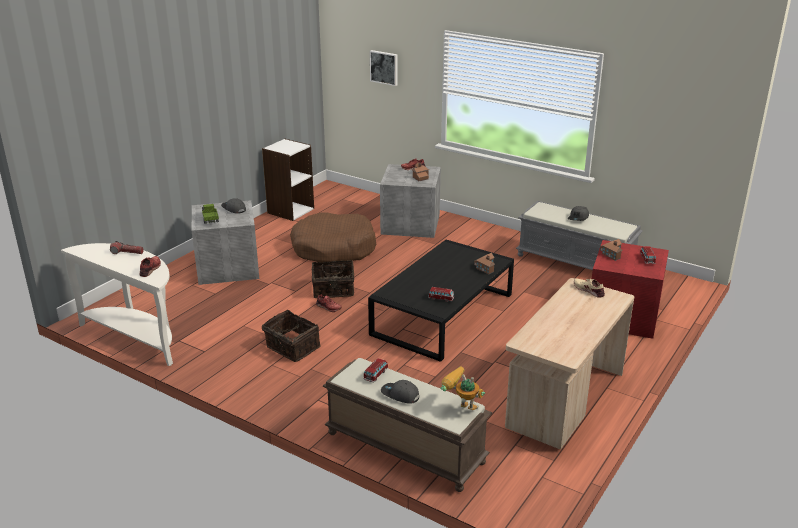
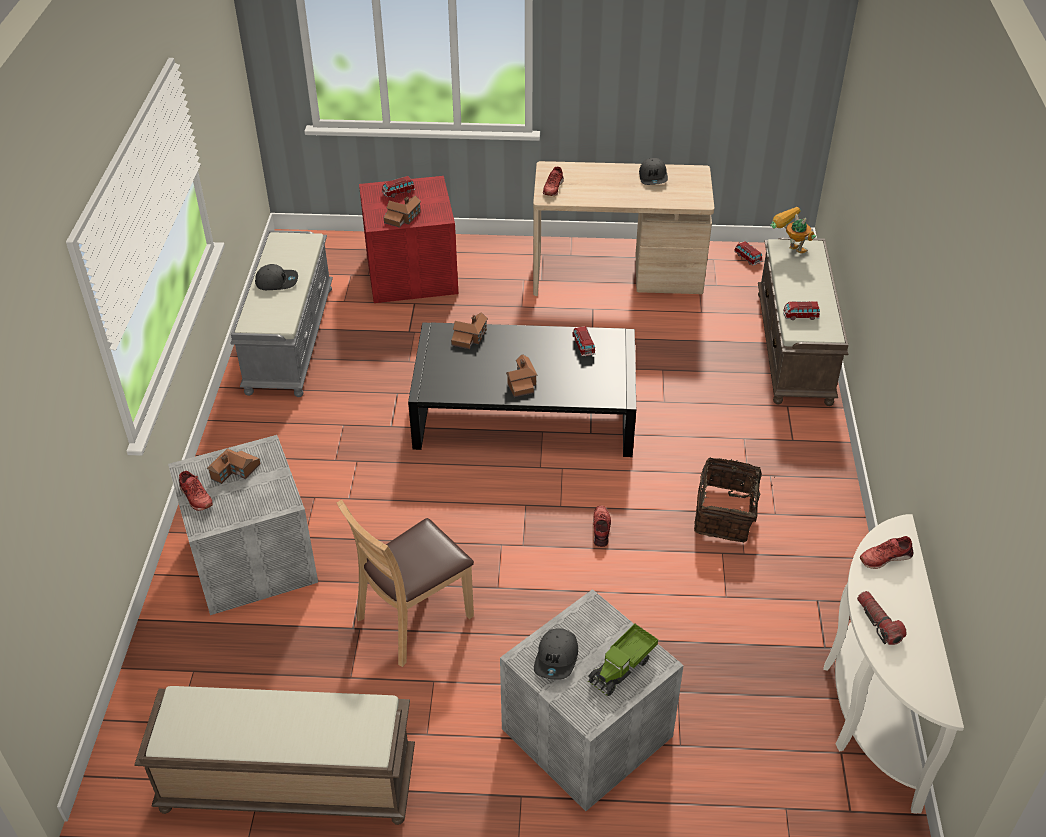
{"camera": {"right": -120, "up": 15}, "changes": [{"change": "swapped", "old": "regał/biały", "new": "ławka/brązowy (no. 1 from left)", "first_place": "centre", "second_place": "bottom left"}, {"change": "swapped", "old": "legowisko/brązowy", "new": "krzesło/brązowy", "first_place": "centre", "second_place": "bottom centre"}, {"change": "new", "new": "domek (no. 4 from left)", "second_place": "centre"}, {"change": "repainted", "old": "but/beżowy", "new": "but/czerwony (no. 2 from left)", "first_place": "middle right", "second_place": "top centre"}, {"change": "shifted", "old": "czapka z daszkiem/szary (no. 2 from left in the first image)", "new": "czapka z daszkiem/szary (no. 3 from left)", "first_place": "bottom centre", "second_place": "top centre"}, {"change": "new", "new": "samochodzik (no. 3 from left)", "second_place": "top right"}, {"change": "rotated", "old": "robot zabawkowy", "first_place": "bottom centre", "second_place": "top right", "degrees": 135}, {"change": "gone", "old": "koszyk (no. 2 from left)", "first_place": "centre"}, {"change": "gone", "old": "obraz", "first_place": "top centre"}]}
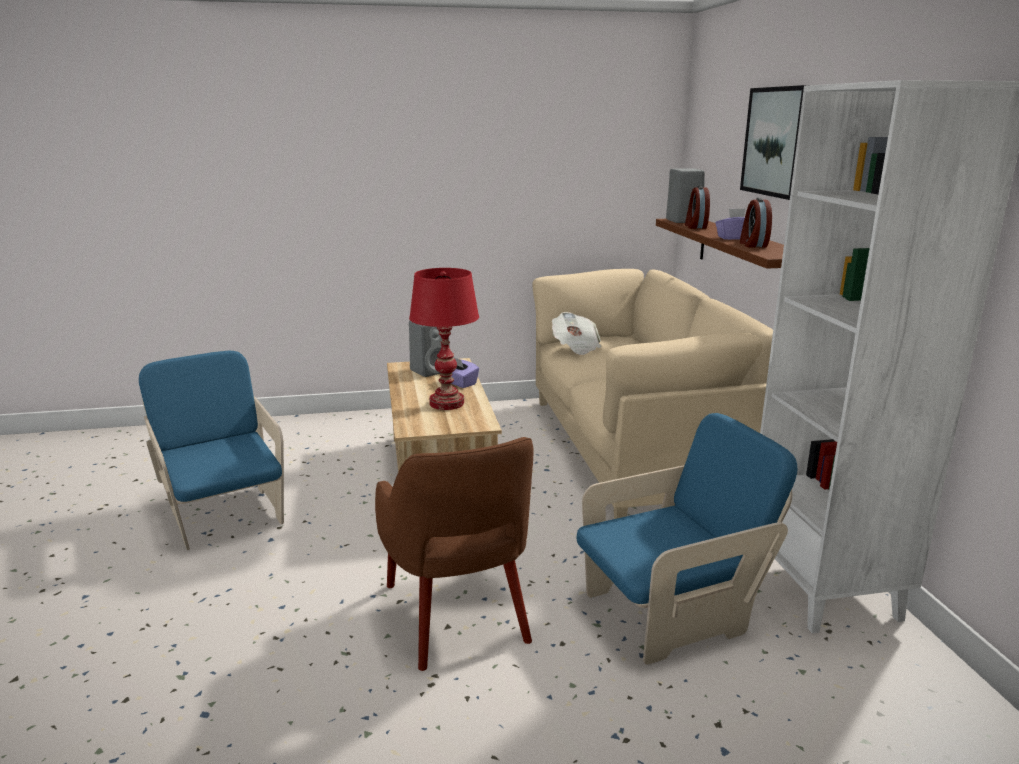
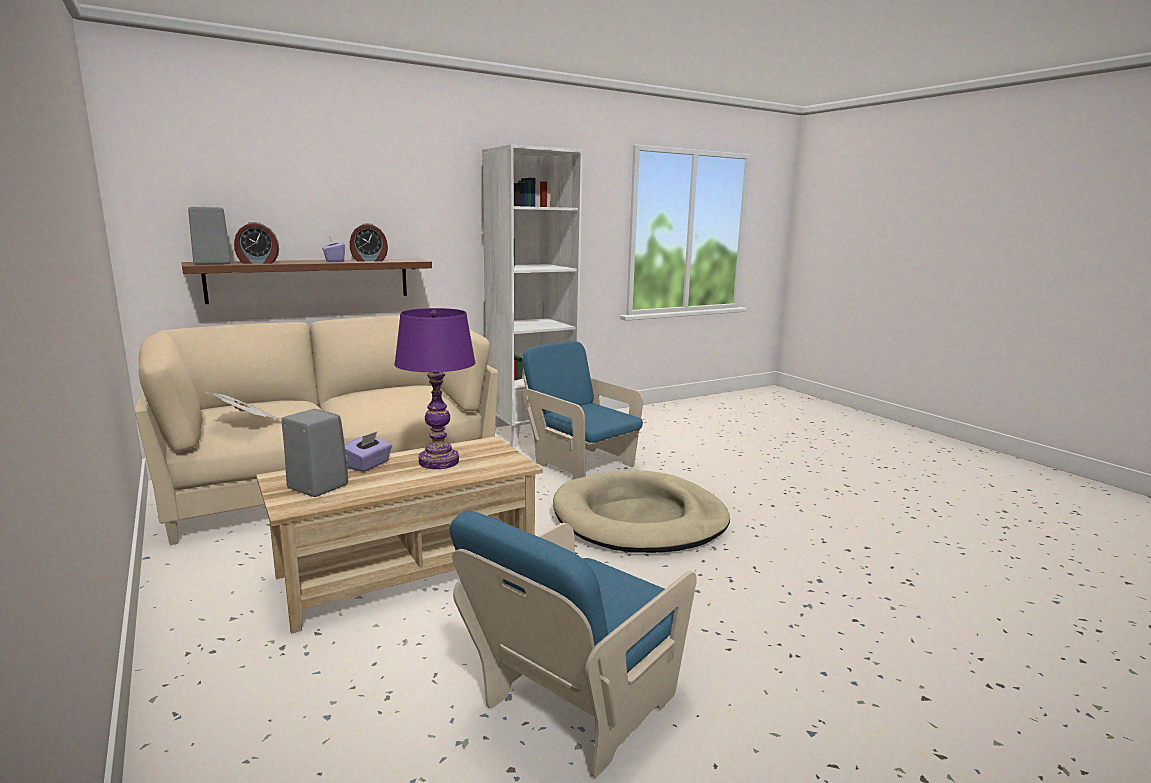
{"camera": {"right": -110, "up": -5}, "changes": [{"change": "repainted", "old": "lampa stołowa/czerwony", "new": "lampa stołowa/fioletowy", "first_place": "centre", "second_place": "centre"}, {"change": "swapped", "old": "fotel/brązowy", "new": "legowisko/beżowy", "first_place": "bottom centre", "second_place": "centre"}, {"change": "gone", "old": "obraz", "first_place": "top right"}]}
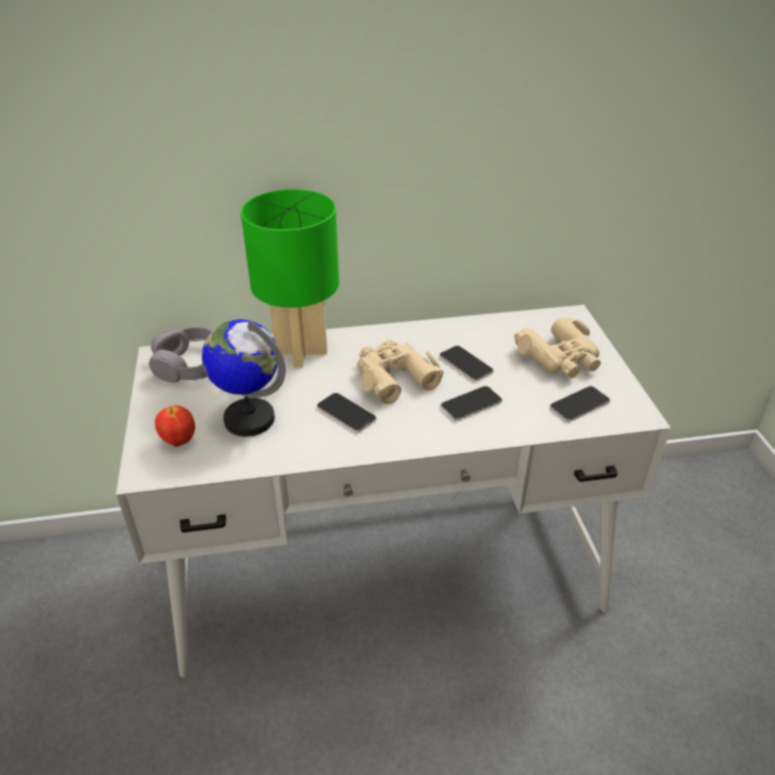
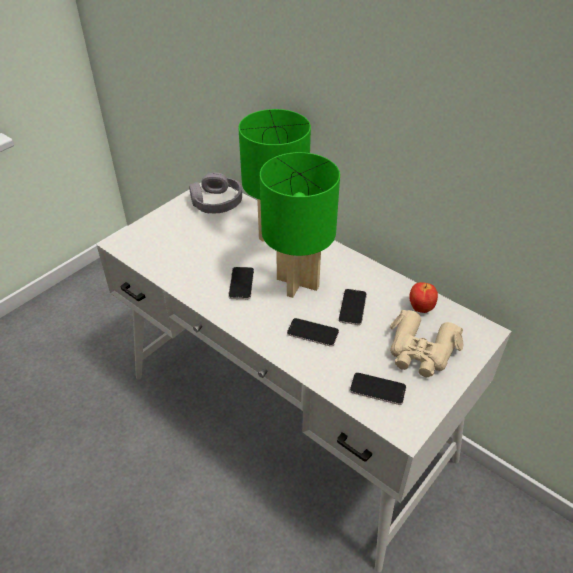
{"camera": {"right": 50, "up": 5}, "changes": [{"change": "swapped", "old": "lornetka/beżowy (no. 1 from left)", "new": "lampa stołowa/zielony (no. 2 from left)", "first_place": "centre", "second_place": "centre"}, {"change": "shifted", "old": "jabłko", "first_place": "middle left", "second_place": "middle right"}, {"change": "gone", "old": "globus", "first_place": "middle left"}]}
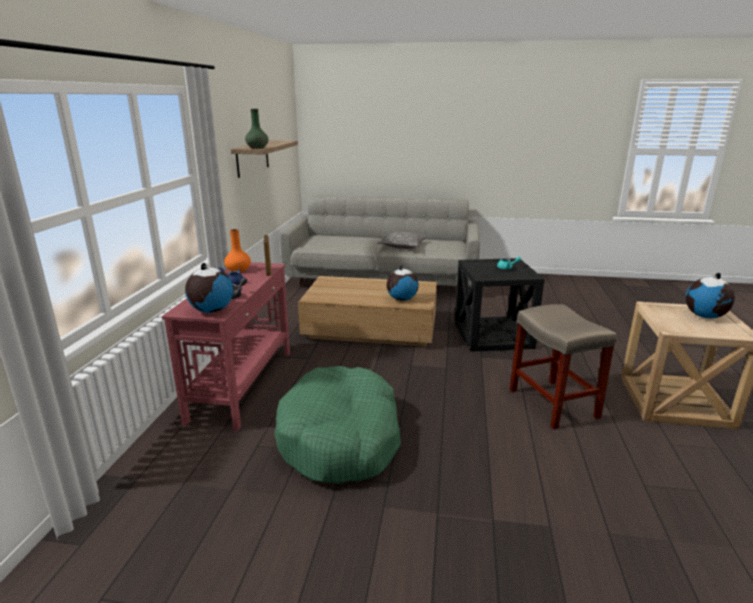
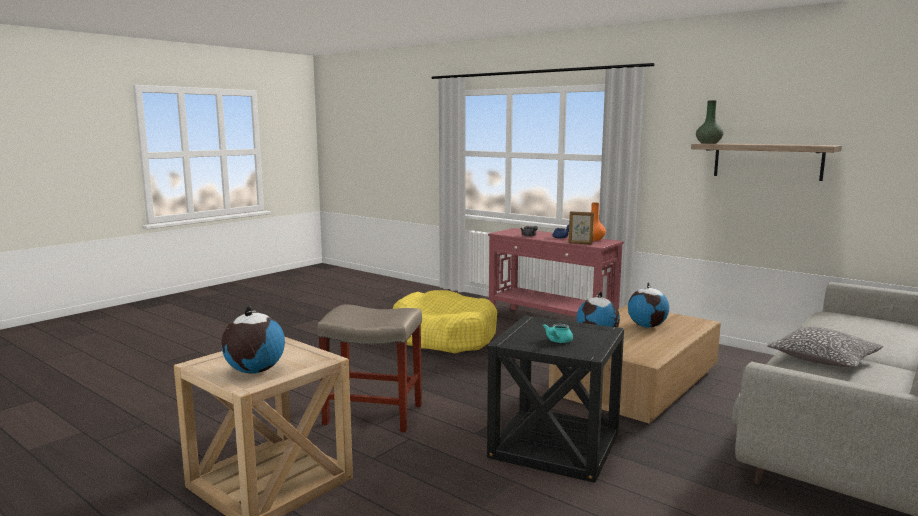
{"camera": {"right": 120, "up": -10}, "changes": [{"change": "repainted", "old": "legowisko/zielony", "new": "legowisko/żółty", "first_place": "bottom centre", "second_place": "centre"}, {"change": "shifted", "old": "globus (no. 1 from left in the first image)", "new": "globus (no. 3 from left)", "first_place": "middle left", "second_place": "middle right"}]}
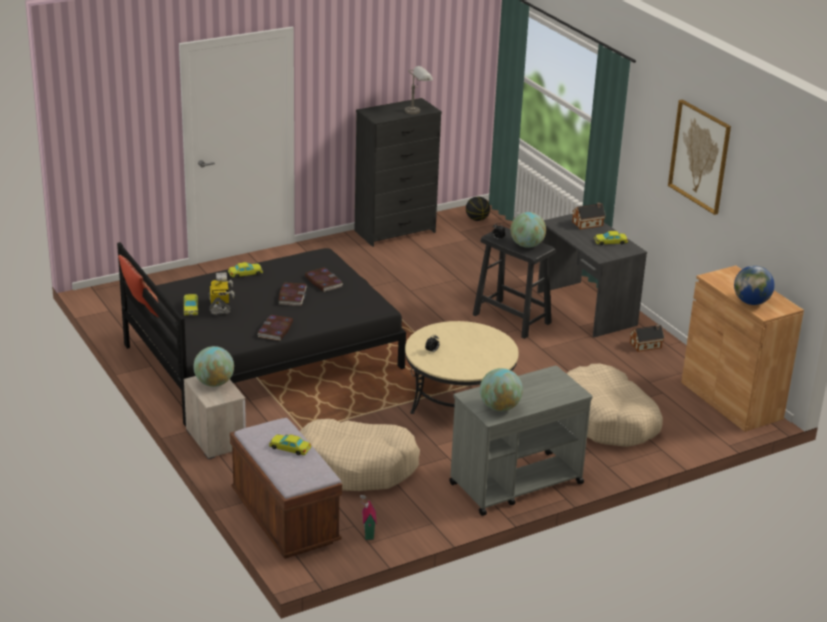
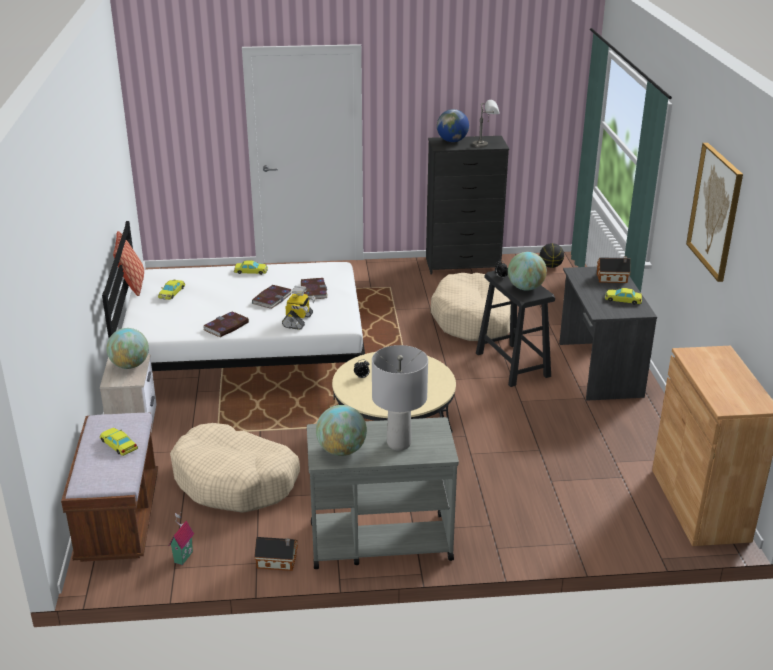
{"camera": {"right": 25, "up": 0}, "changes": [{"change": "repainted", "old": "łóżko/czarny", "new": "łóżko/biały", "first_place": "middle left", "second_place": "middle left"}, {"change": "shifted", "old": "domek (no. 3 from left in the first image)", "new": "domek (no. 2 from left)", "first_place": "middle right", "second_place": "bottom centre"}, {"change": "shifted", "old": "robot zabawkowy", "first_place": "middle left", "second_place": "centre"}, {"change": "new", "new": "lampa stołowa/szary (no. 1 from left)", "second_place": "centre"}, {"change": "shifted", "old": "legowisko/beżowy (no. 2 from left)", "first_place": "middle right", "second_place": "centre"}, {"change": "shifted", "old": "globus (no. 4 from left in the first image)", "new": "globus (no. 3 from left)", "first_place": "middle right", "second_place": "top centre"}]}
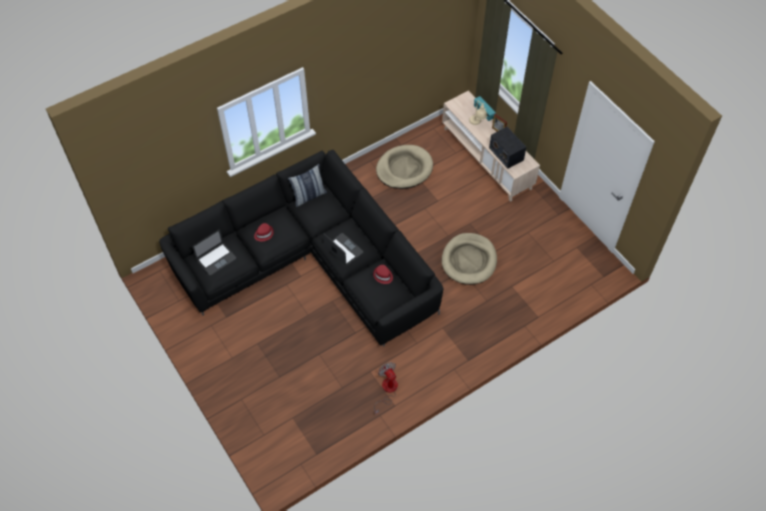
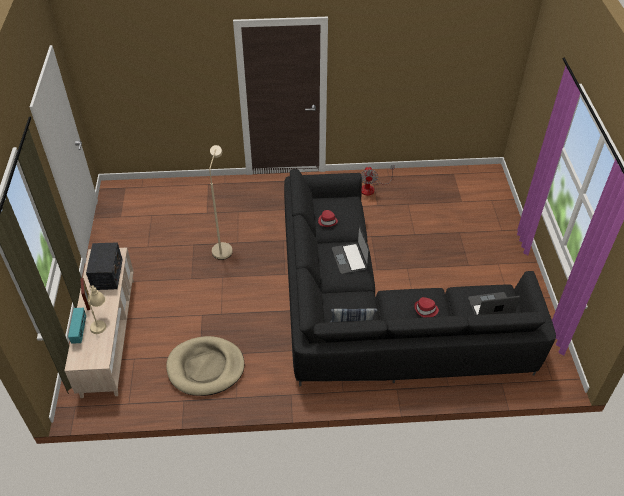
{"camera": {"right": -150, "up": -10}, "changes": [{"change": "swapped", "old": "legowisko/beżowy (no. 2 from left)", "new": "lampa stojąca/beżowy", "first_place": "centre", "second_place": "centre"}]}
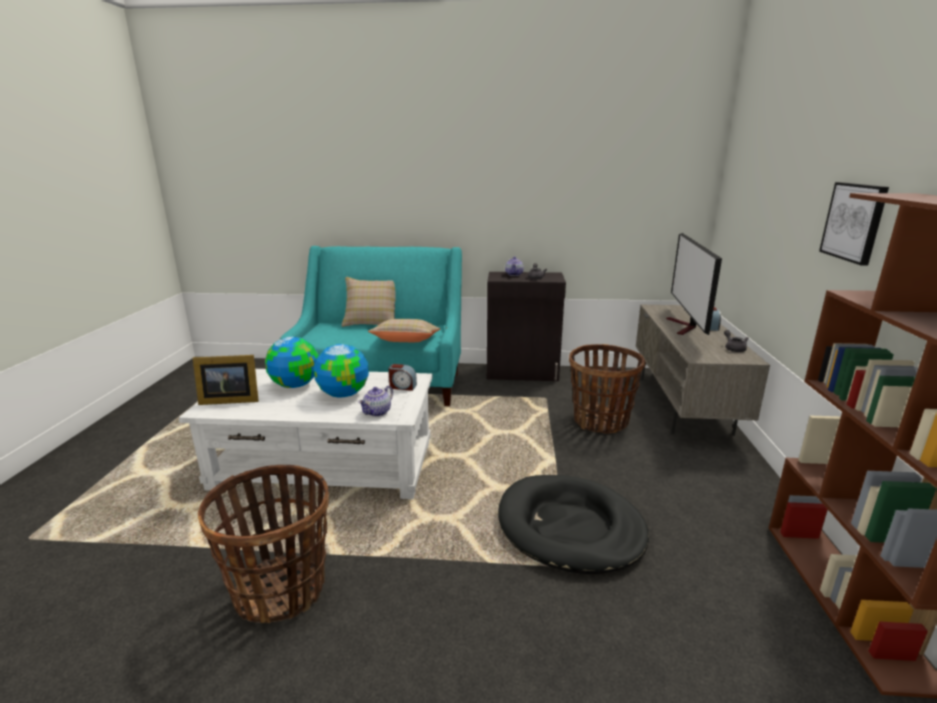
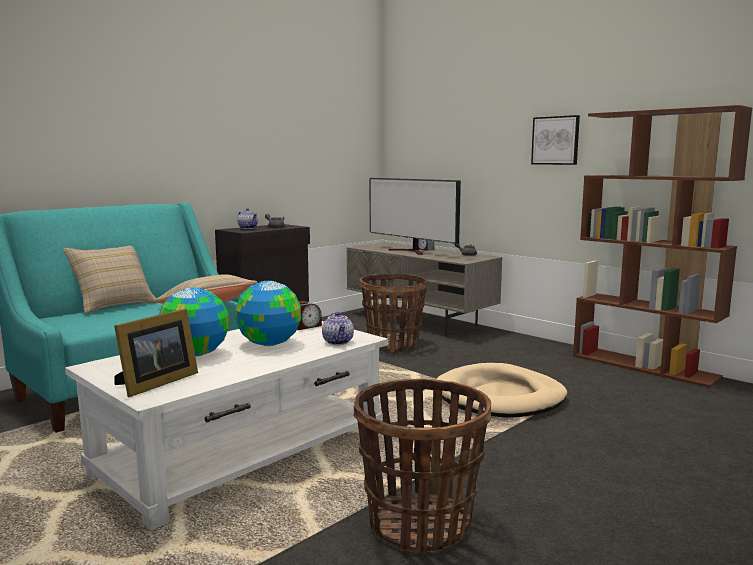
{"camera": {"right": -50, "up": -10}, "changes": [{"change": "repainted", "old": "legowisko/czarny", "new": "legowisko/beżowy", "first_place": "bottom centre", "second_place": "bottom centre"}]}
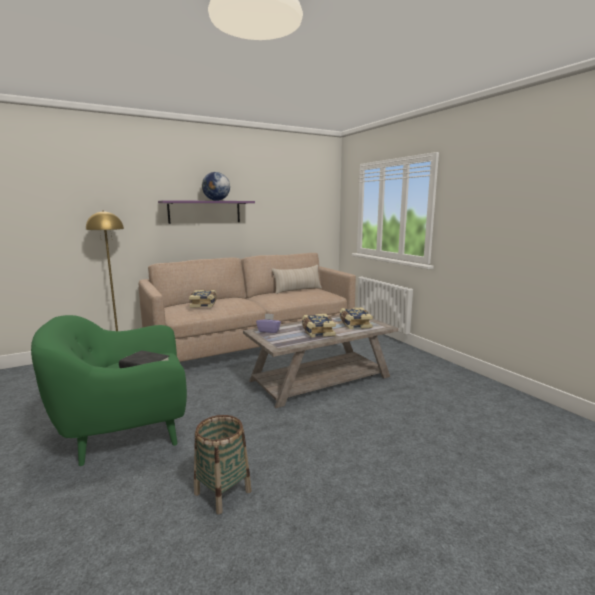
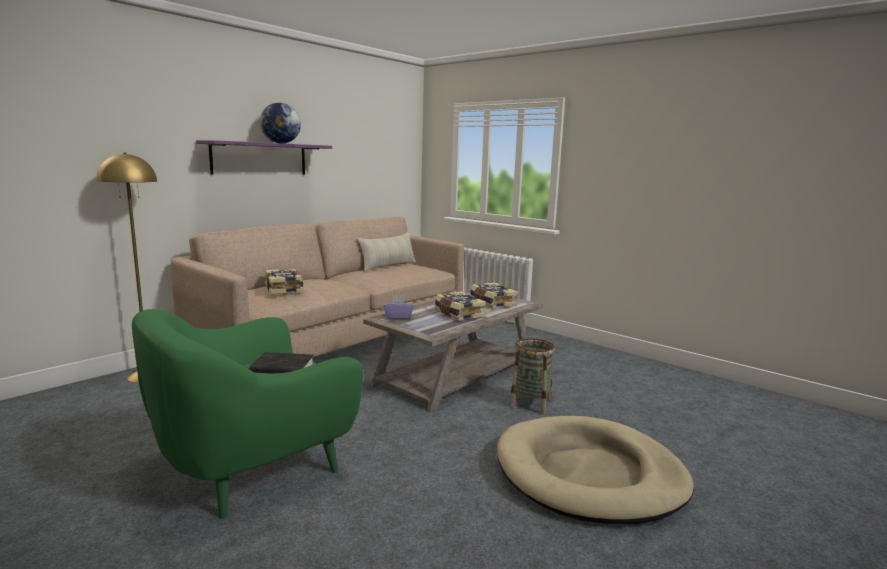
{"camera": {"right": -20, "up": 0}, "changes": [{"change": "new", "new": "legowisko/beżowy", "second_place": "bottom right"}, {"change": "shifted", "old": "koszyk", "first_place": "bottom centre", "second_place": "centre"}]}
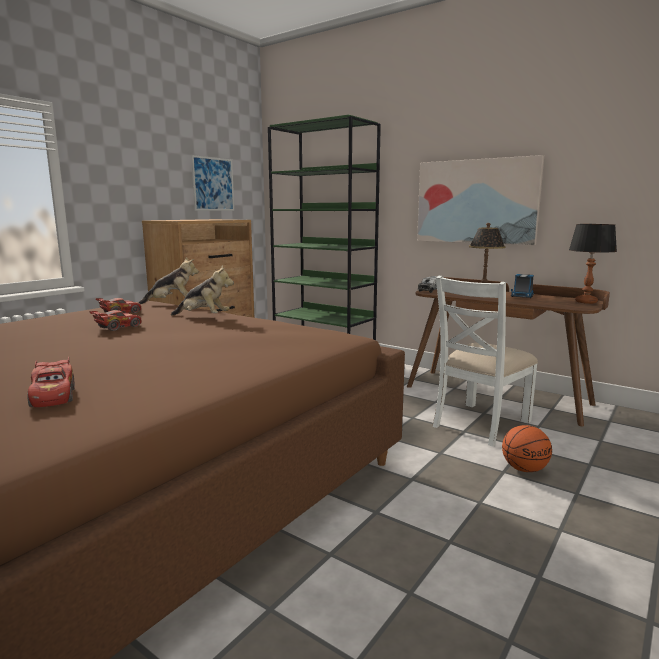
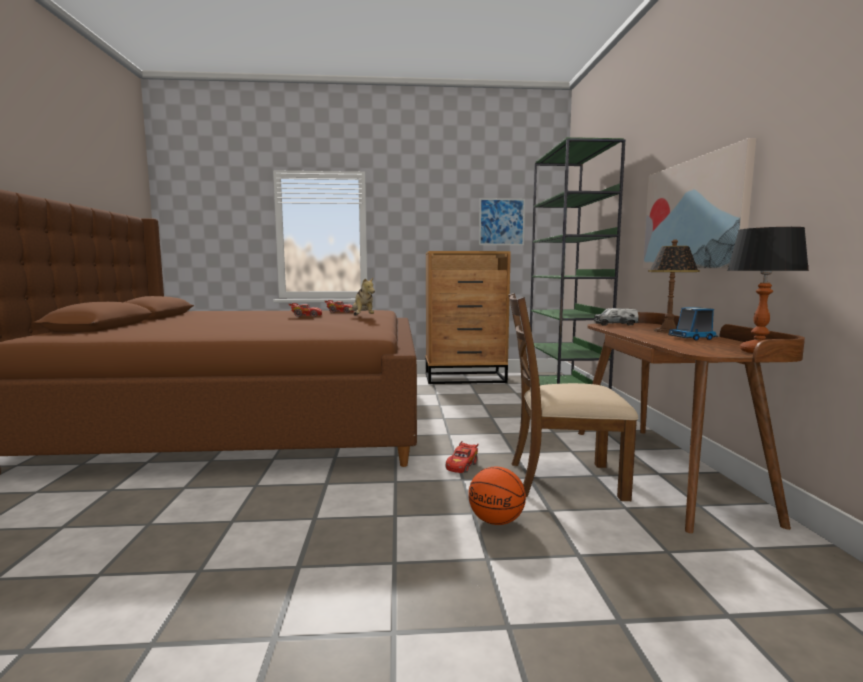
{"camera": {"right": 50, "up": -5}, "changes": [{"change": "shifted", "old": "samochodzik/czerwony (no. 1 from left in the first image)", "new": "samochodzik/czerwony (no. 3 from left)", "first_place": "middle left", "second_place": "bottom centre"}, {"change": "repainted", "old": "krzesło/biały", "new": "krzesło/brązowy", "first_place": "middle right", "second_place": "centre"}, {"change": "gone", "old": "pluszak (no. 1 from left)", "first_place": "middle left"}]}
